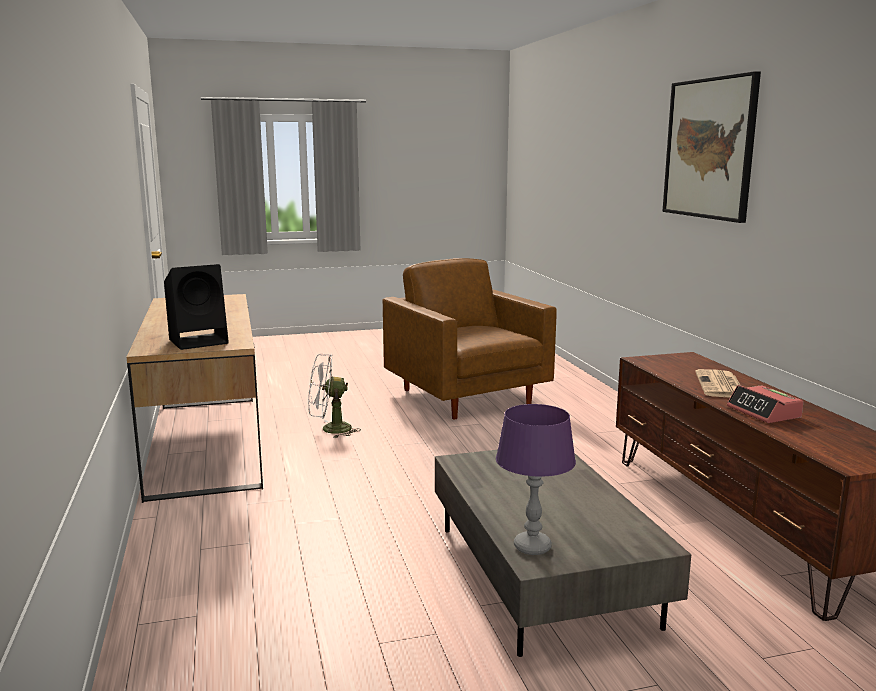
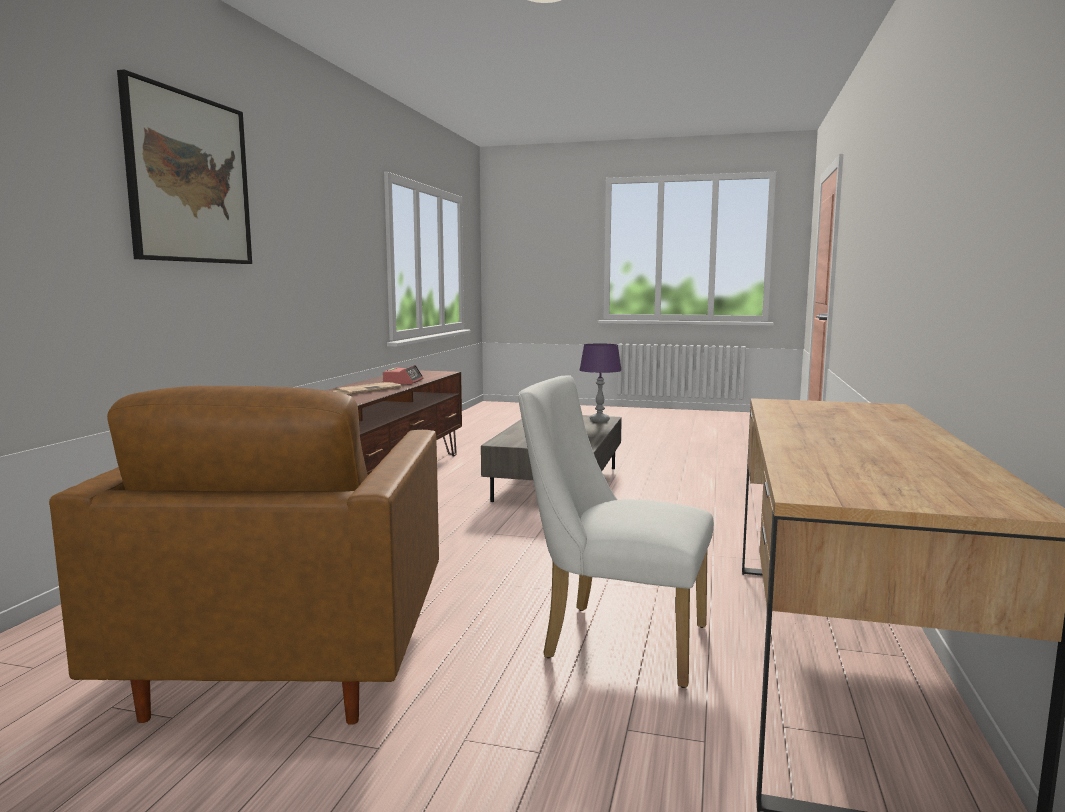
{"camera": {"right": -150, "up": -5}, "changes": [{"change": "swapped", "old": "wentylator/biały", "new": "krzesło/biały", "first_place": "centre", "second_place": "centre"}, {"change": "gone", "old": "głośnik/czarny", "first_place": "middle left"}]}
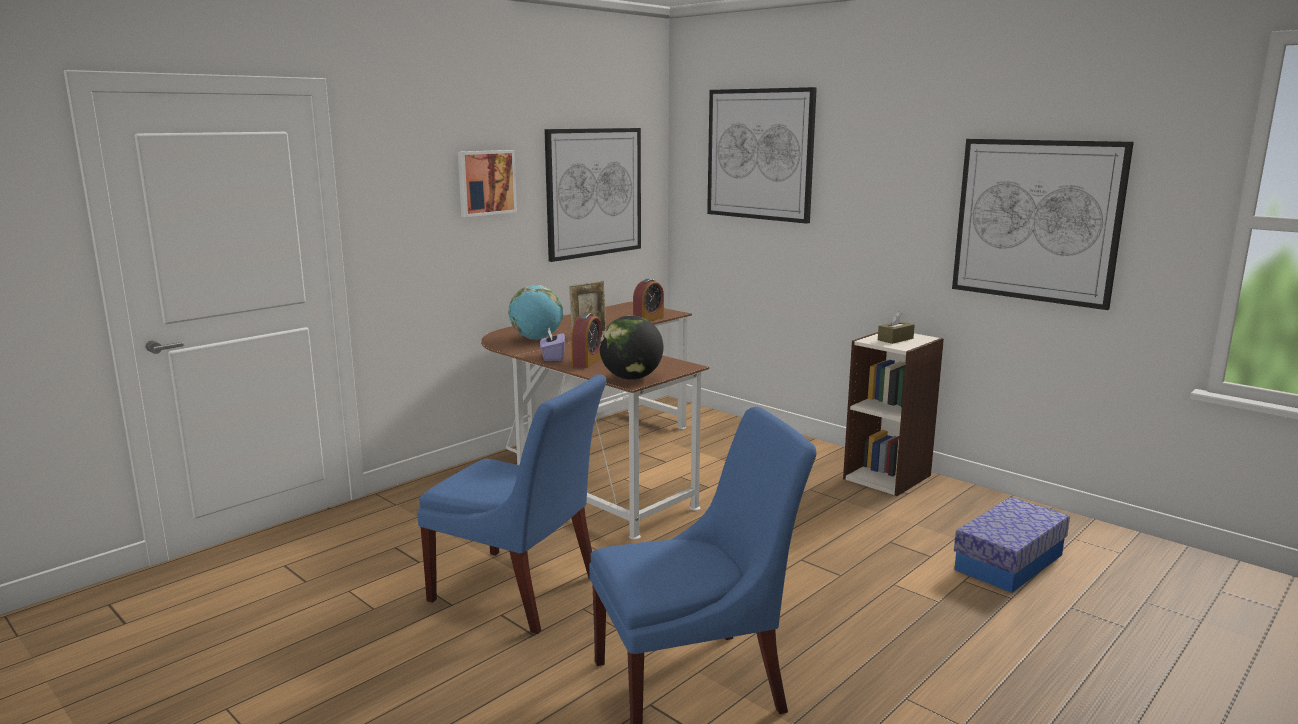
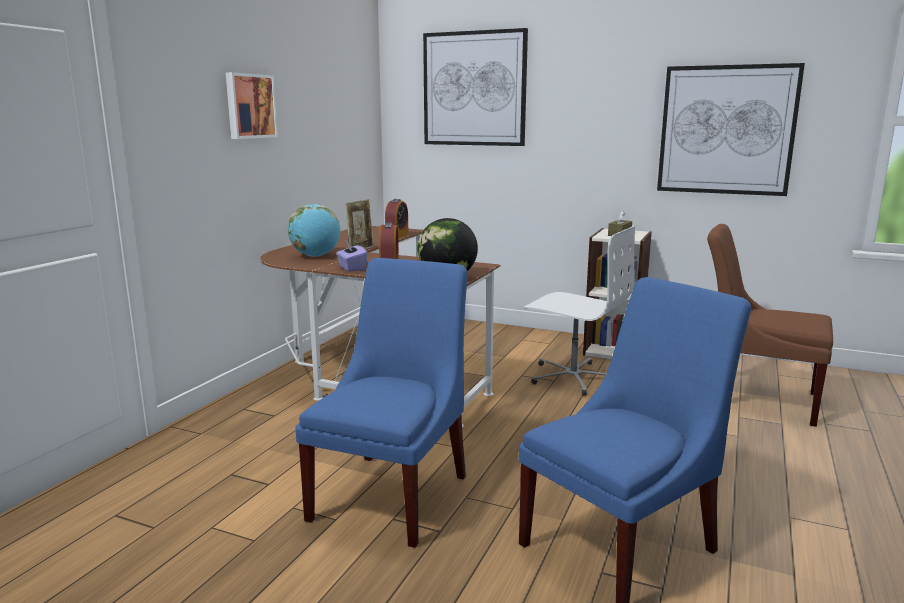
{"camera": {"right": -20, "up": 0}, "changes": [{"change": "rotated", "old": "krzesło/niebieski (no. 1 from left)", "first_place": "bottom centre", "second_place": "bottom centre", "degrees": -75}, {"change": "new", "new": "krzesło biurowe/biały", "second_place": "centre"}, {"change": "swapped", "old": "pojemnik do przechowywania", "new": "krzesło/brązowy", "first_place": "bottom right", "second_place": "middle right"}, {"change": "gone", "old": "obraz (no. 2 from left)", "first_place": "top centre"}]}
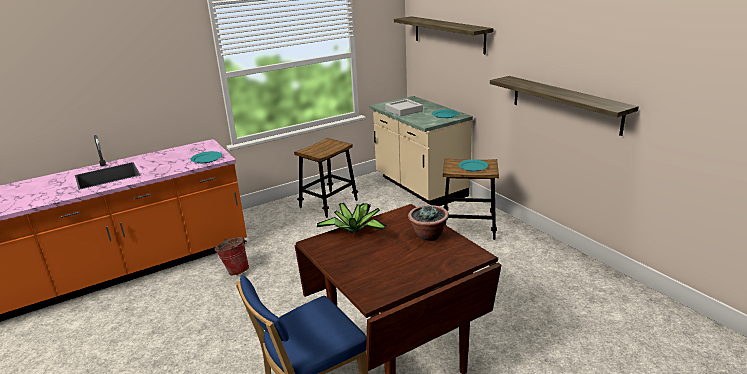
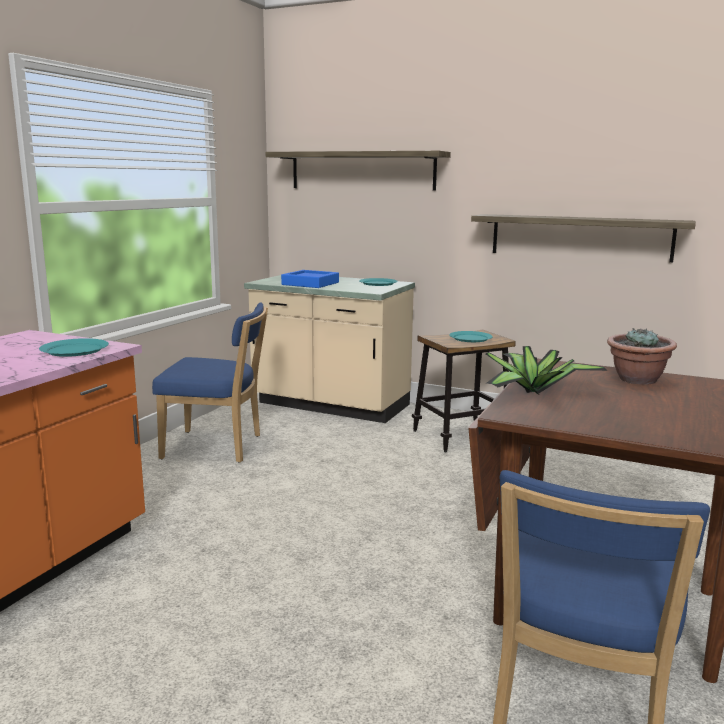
{"camera": {"right": -35, "up": -10}, "changes": [{"change": "swapped", "old": "stołek (no. 1 from left)", "new": "krzesło/niebieski (no. 1 from left)", "first_place": "centre", "second_place": "middle left"}, {"change": "repainted", "old": "taca/szary", "new": "taca/niebieski", "first_place": "top centre", "second_place": "centre"}, {"change": "gone", "old": "wiadro", "first_place": "bottom left"}]}
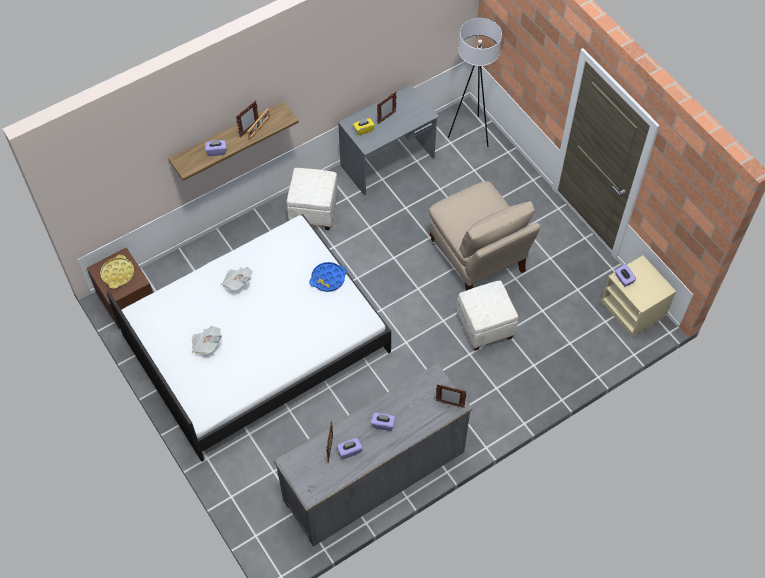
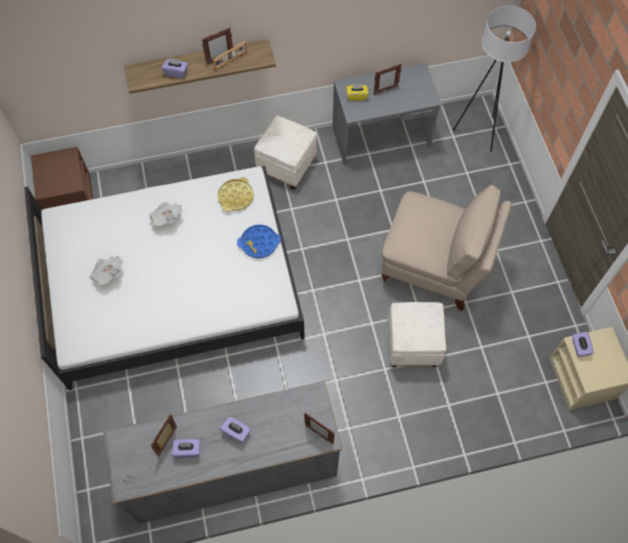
{"camera": {"right": 20, "up": 5}, "changes": [{"change": "shifted", "old": "taca/żółty", "first_place": "middle left", "second_place": "centre"}, {"change": "rotated", "old": "krzesło/beżowy", "first_place": "centre", "second_place": "middle right", "degrees": -60}]}
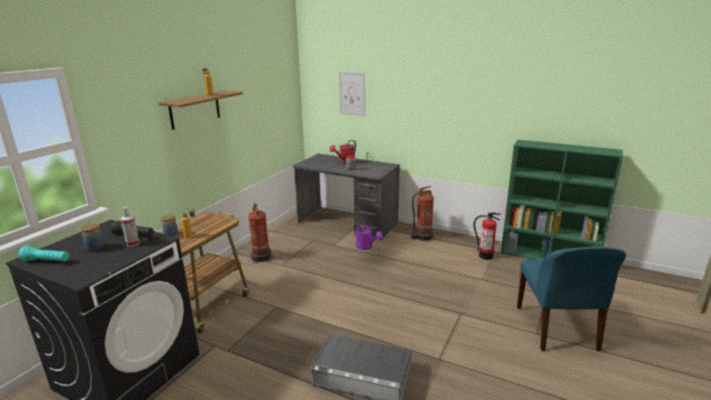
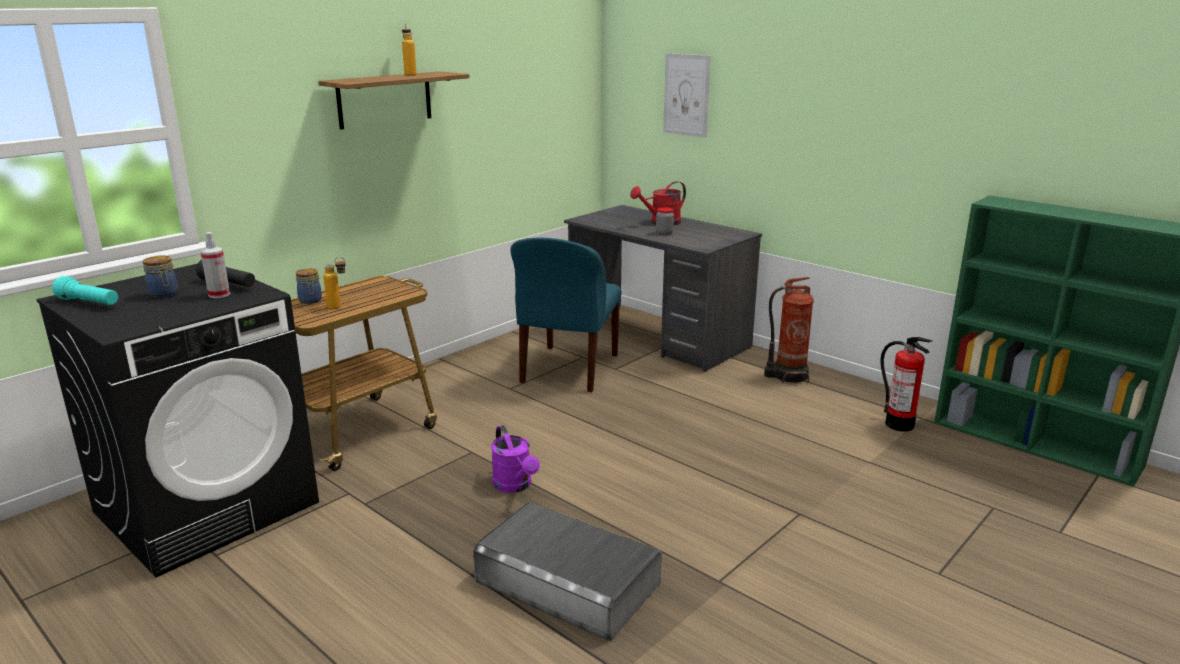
{"camera": {"right": 15, "up": 0}, "changes": [{"change": "shifted", "old": "konewka/fioletowy", "first_place": "centre", "second_place": "bottom centre"}, {"change": "shifted", "old": "krzesło/niebieski", "first_place": "bottom right", "second_place": "centre"}, {"change": "gone", "old": "gaśnica (no. 1 from left)", "first_place": "centre"}]}
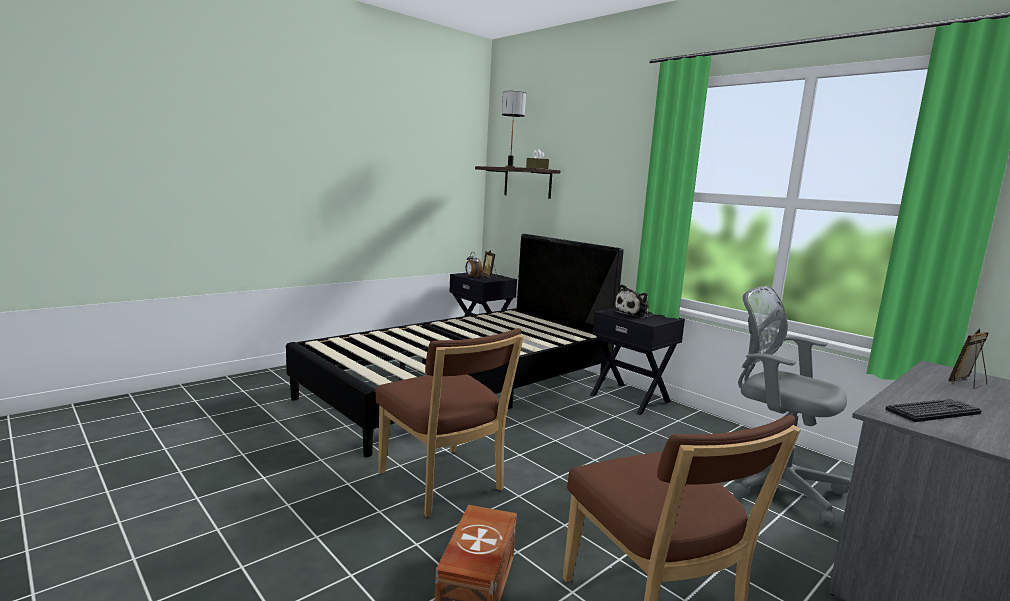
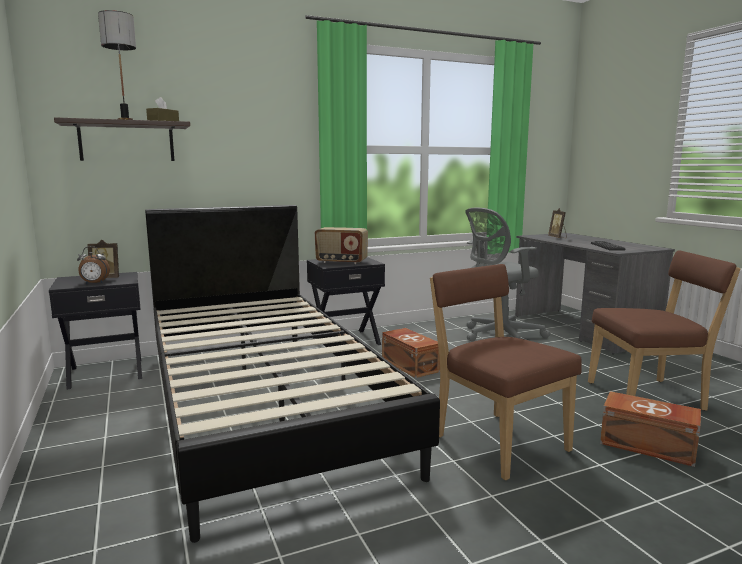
{"camera": {"right": -70, "up": 0}, "changes": [{"change": "swapped", "old": "pluszak", "new": "radio", "first_place": "centre", "second_place": "centre"}, {"change": "new", "new": "pojemnik do przechowywania/brązowy (no. 1 from left)", "second_place": "centre"}, {"change": "rotated", "old": "krzesło/brązowy (no. 1 from left)", "first_place": "bottom centre", "second_place": "middle right", "degrees": -105}]}
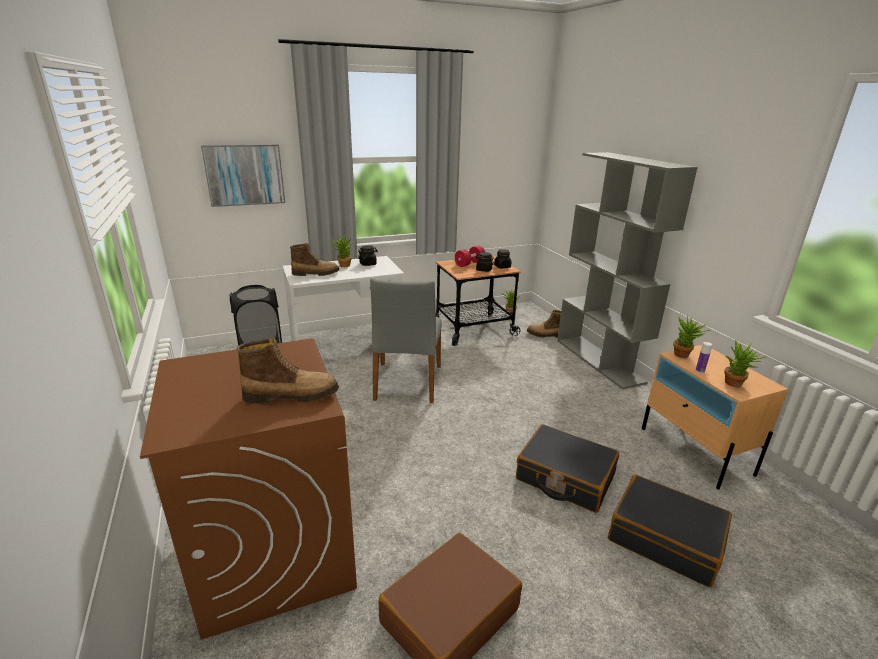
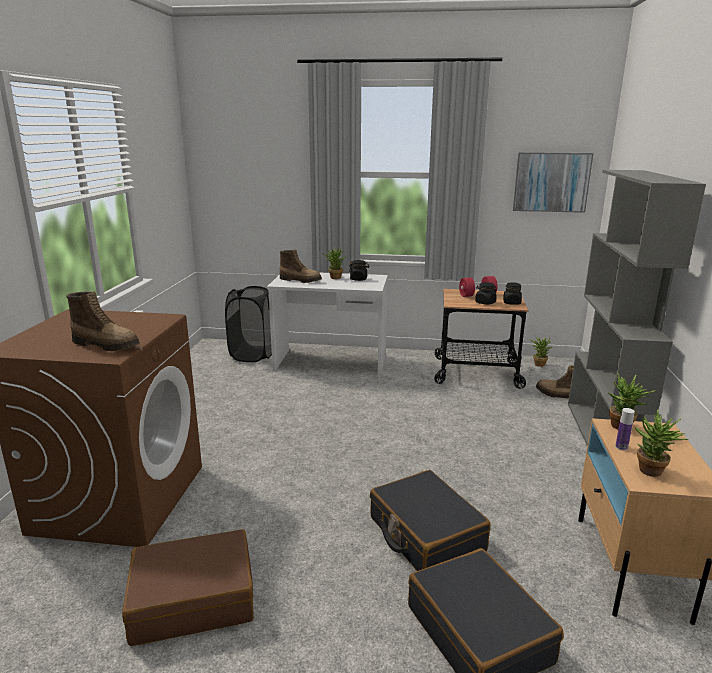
{"camera": {"right": 30, "up": -5}, "changes": [{"change": "shifted", "old": "obraz", "first_place": "top left", "second_place": "top right"}, {"change": "gone", "old": "krzesło/szary", "first_place": "centre"}]}
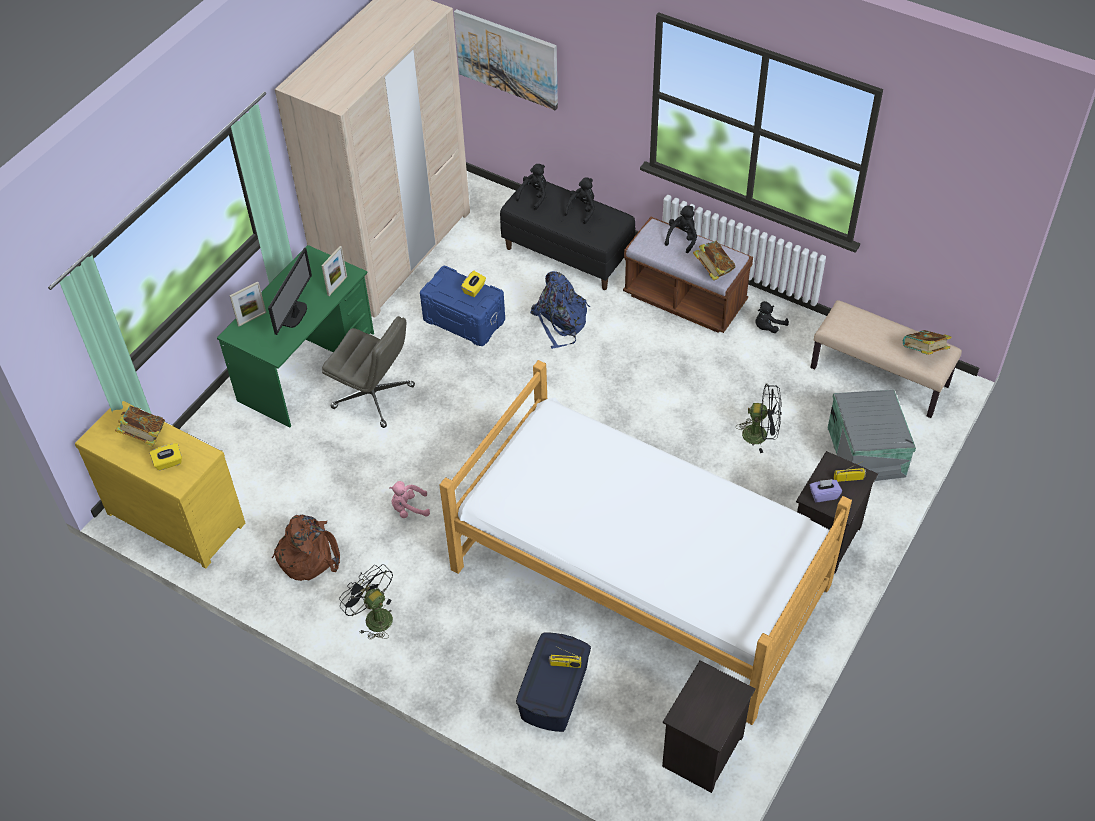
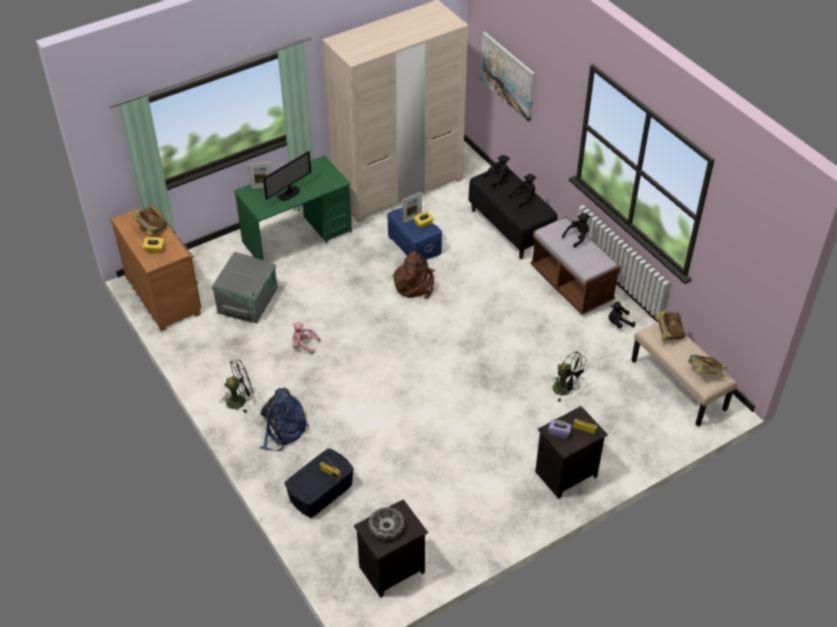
{"camera": {"right": 25, "up": -5}, "changes": [{"change": "repainted", "old": "komoda/żółty", "new": "komoda/brązowy", "first_place": "middle left", "second_place": "middle left"}, {"change": "shifted", "old": "pojemnik do przechowywania/szary", "first_place": "middle right", "second_place": "middle left"}, {"change": "rotated", "old": "wentylator/czarny (no. 1 from left)", "first_place": "bottom centre", "second_place": "middle left", "degrees": 90}, {"change": "shifted", "old": "plecak/niebieski", "first_place": "centre", "second_place": "bottom centre"}, {"change": "new", "new": "miska", "second_place": "bottom centre"}, {"change": "shifted", "old": "plecak/brązowy", "first_place": "bottom left", "second_place": "centre"}, {"change": "shifted", "old": "ramka na zdjęcie (no. 2 from left)", "first_place": "top left", "second_place": "top centre"}, {"change": "shifted", "old": "książka (no. 2 from left)", "first_place": "top centre", "second_place": "middle right"}, {"change": "gone", "old": "krzesło biurowe/szary", "first_place": "centre"}, {"change": "gone", "old": "łóżko", "first_place": "centre"}]}
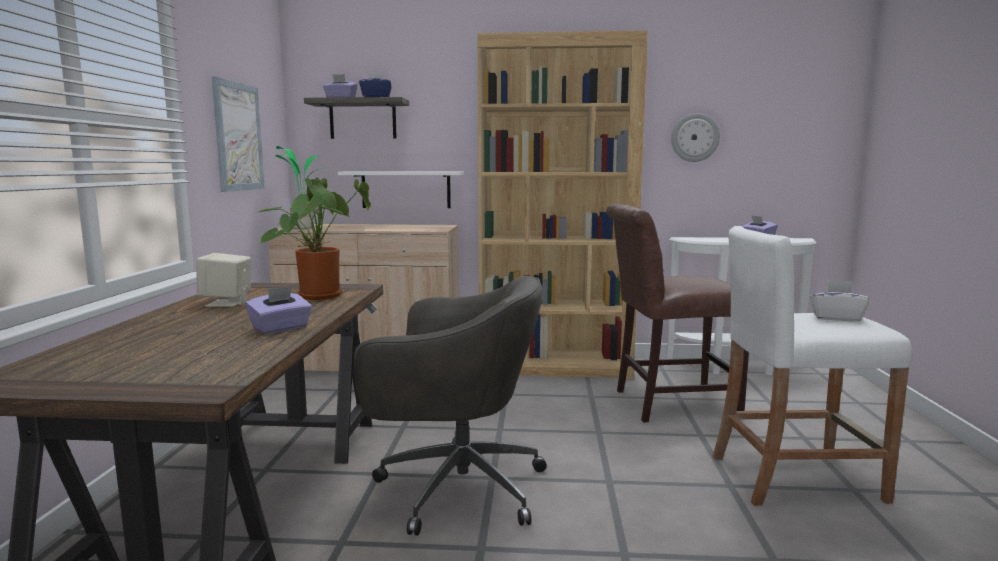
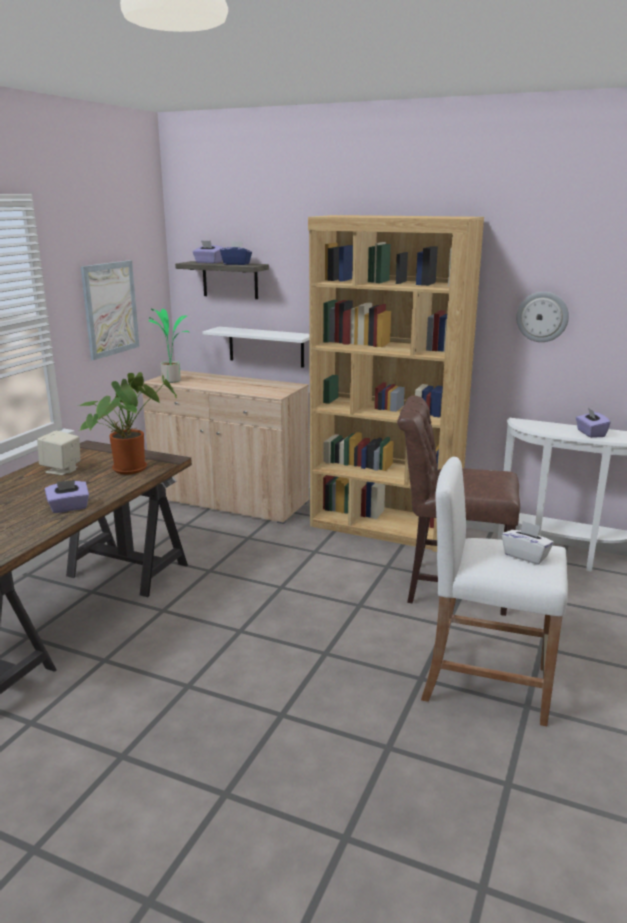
{"camera": {"right": 20, "up": 10}, "changes": [{"change": "gone", "old": "krzesło biurowe/szary", "first_place": "bottom centre"}]}
